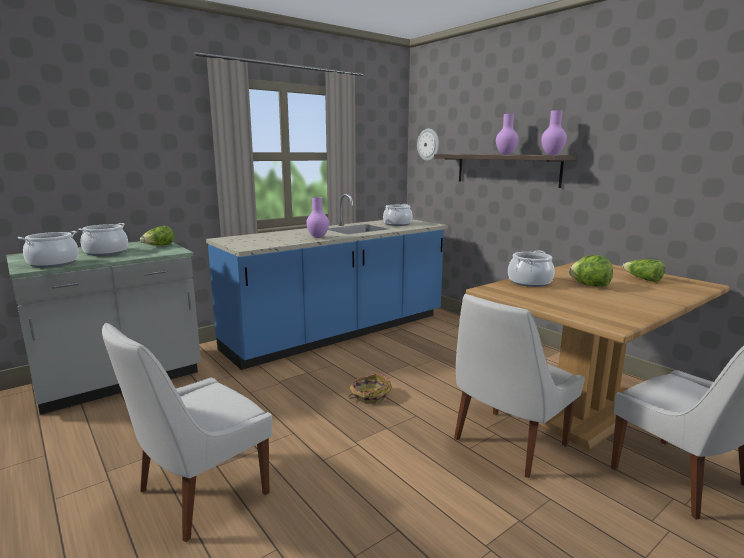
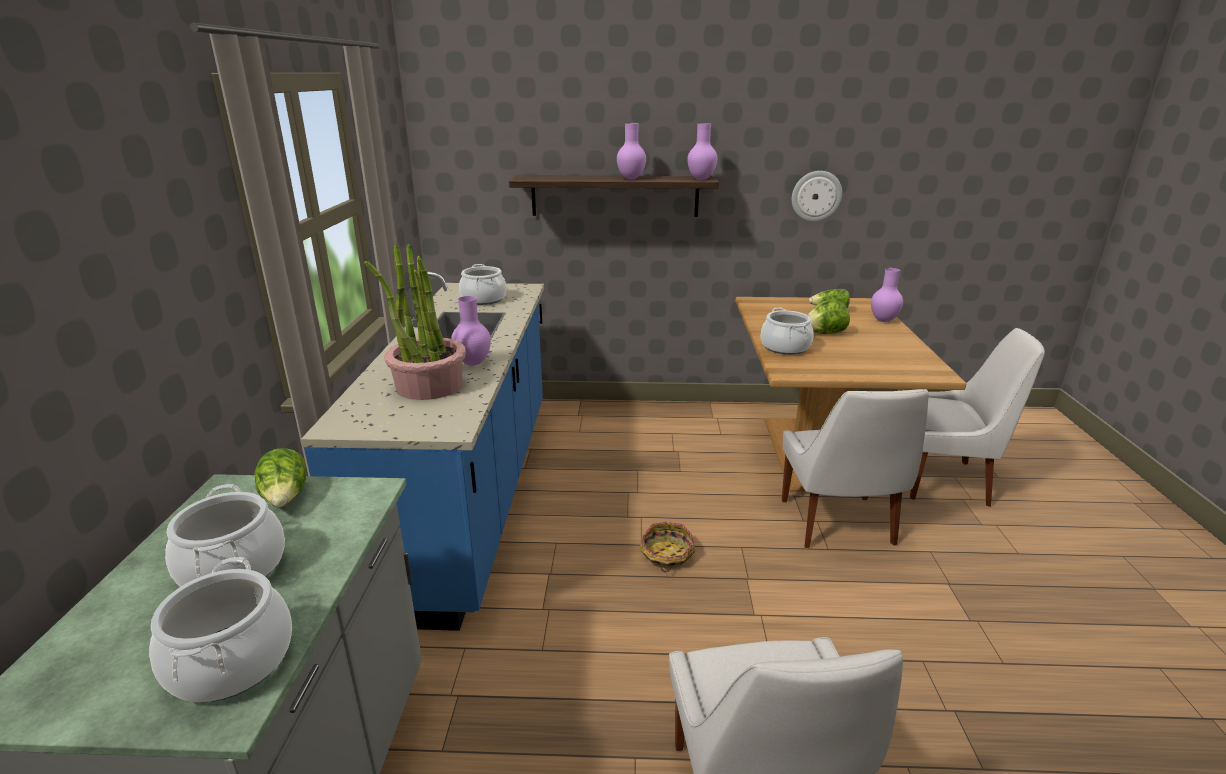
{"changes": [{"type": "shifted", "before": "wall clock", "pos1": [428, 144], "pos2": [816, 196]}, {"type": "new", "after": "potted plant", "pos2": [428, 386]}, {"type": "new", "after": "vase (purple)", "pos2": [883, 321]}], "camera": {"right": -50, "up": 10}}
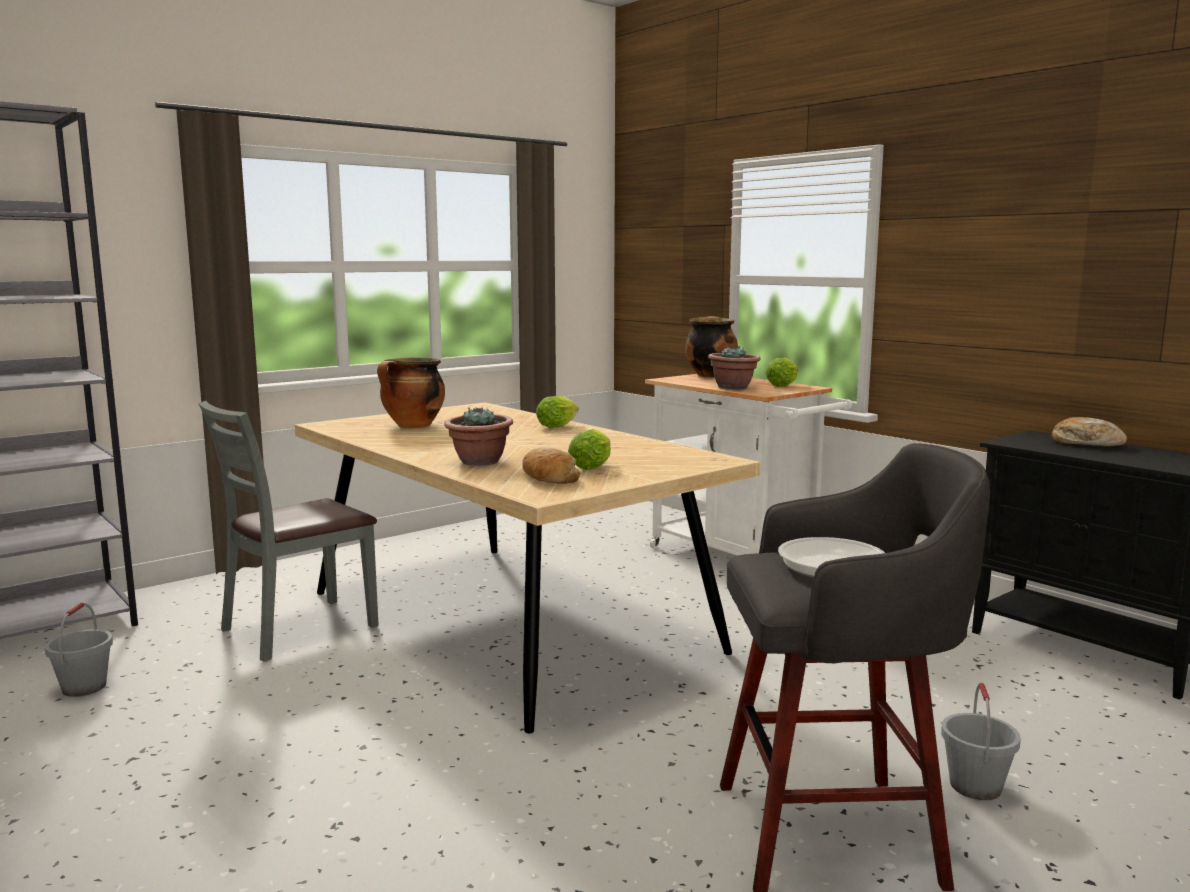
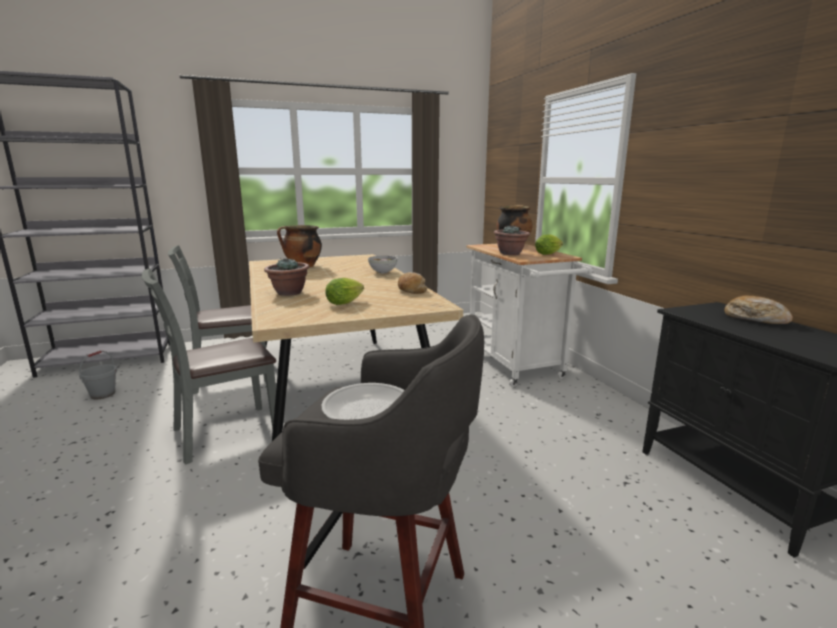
{"changes": [{"type": "swapped", "before": "lettuce", "after": "bowl", "pos1": [559, 426], "pos2": [382, 272]}, {"type": "shifted", "before": "bread", "pos1": [548, 478], "pos2": [411, 290]}, {"type": "gone", "before": "bucket (grey)", "pos1": [976, 786]}, {"type": "new", "after": "chair (grey)", "pos2": [224, 433]}], "camera": {"right": 20, "up": 5}}
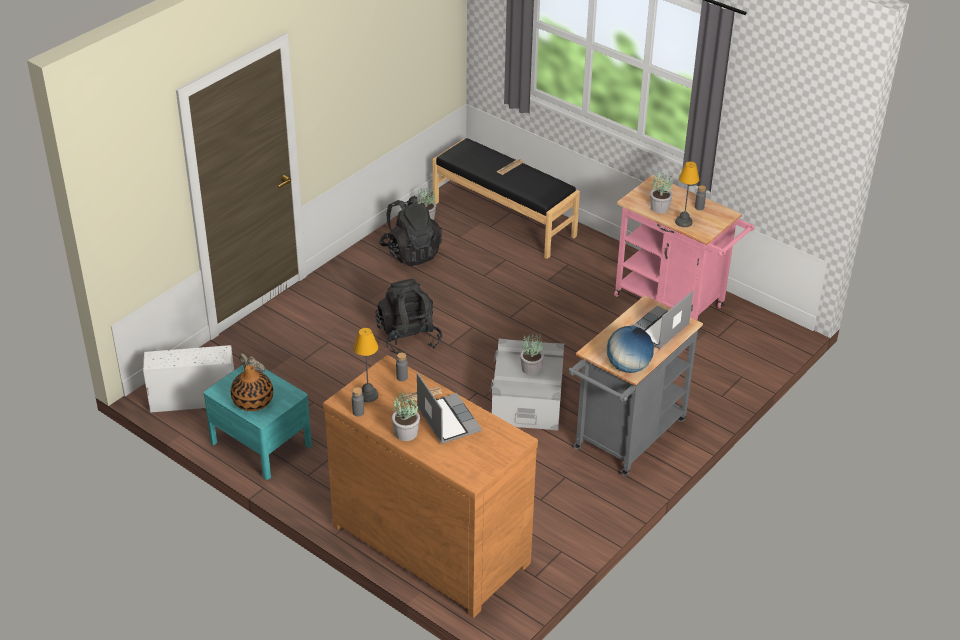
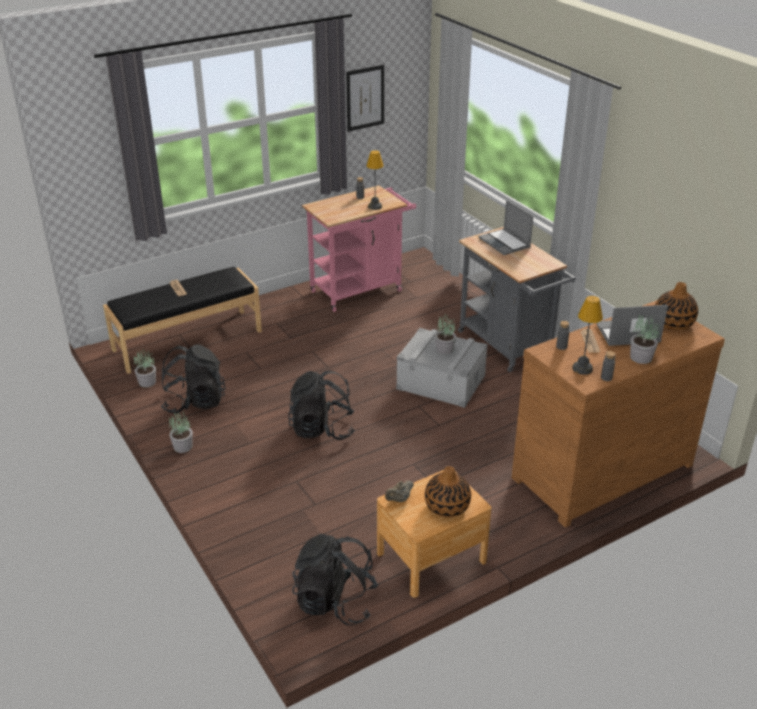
{"changes": [{"type": "shifted", "before": "potted plant", "pos1": [660, 207], "pos2": [182, 446]}, {"type": "gone", "before": "globe", "pos1": [628, 367]}, {"type": "swapped", "before": "storage box (white)", "after": "backpack (black)", "pos1": [192, 400], "pos2": [335, 602]}, {"type": "repainted", "before": "nightstand (turquoise)", "after": "nightstand (brown)", "pos1": [261, 444], "pos2": [431, 557]}, {"type": "new", "after": "picture", "pos2": [365, 98]}, {"type": "new", "after": "vase", "pos2": [673, 323]}], "camera": {"right": -70, "up": -5}}
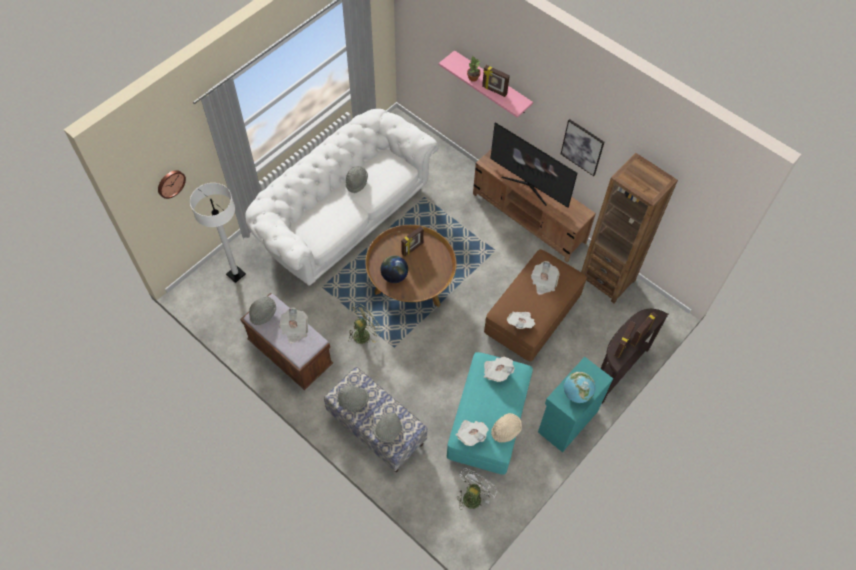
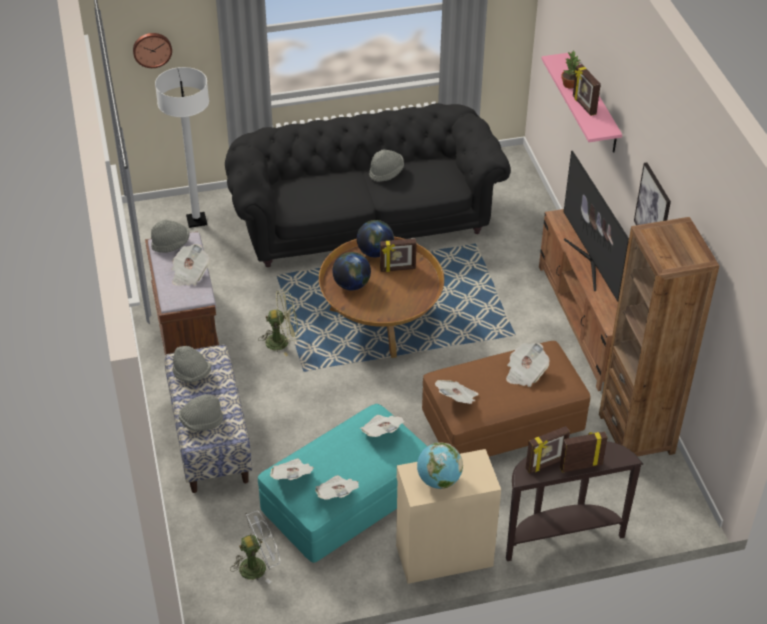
{"changes": [{"type": "repainted", "before": "sofa (white)", "after": "sofa (black)", "pos1": [343, 216], "pos2": [363, 220]}, {"type": "repainted", "before": "cabinet (turquoise)", "after": "cabinet (beige)", "pos1": [566, 421], "pos2": [443, 554]}, {"type": "swapped", "before": "hat (beige)", "after": "newspaper", "pos1": [505, 430], "pos2": [336, 494]}, {"type": "new", "after": "globe", "pos2": [375, 252]}], "camera": {"right": 35, "up": -15}}
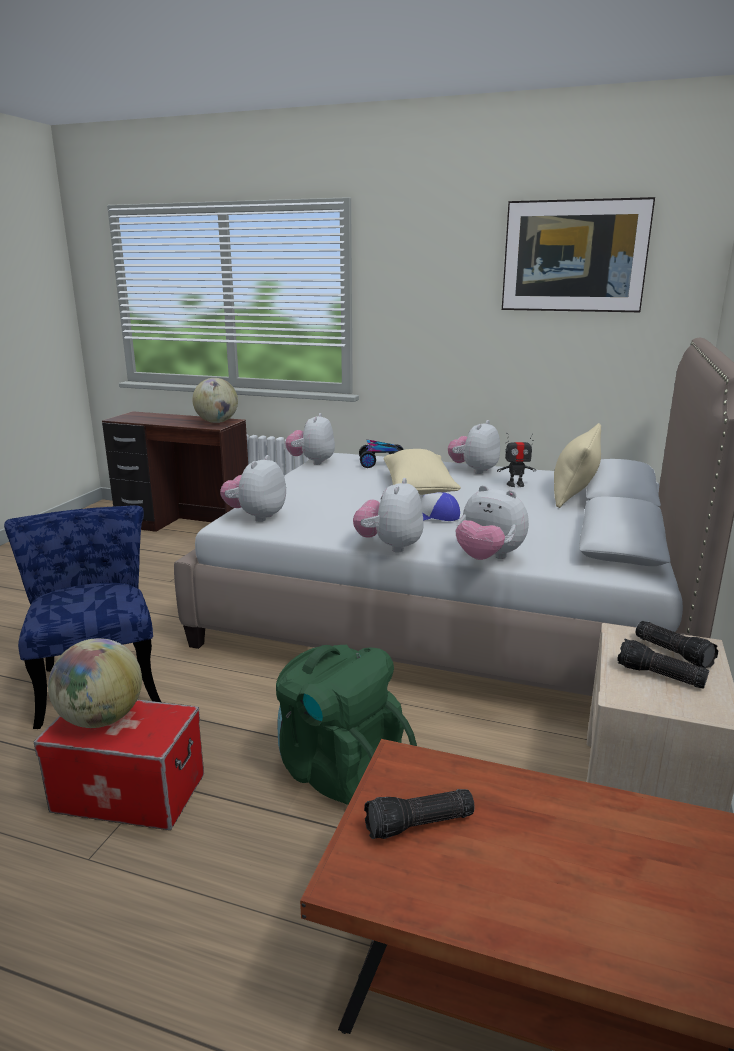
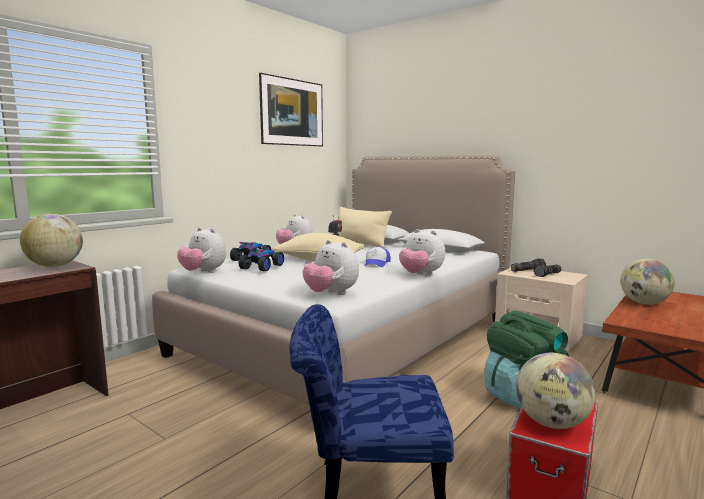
{"changes": [{"type": "gone", "before": "plush toy", "pos1": [488, 558]}, {"type": "gone", "before": "flashlight", "pos1": [419, 825]}, {"type": "new", "after": "toy car", "pos2": [262, 267]}, {"type": "new", "after": "globe", "pos2": [644, 303]}], "camera": {"right": -70, "up": -10}}
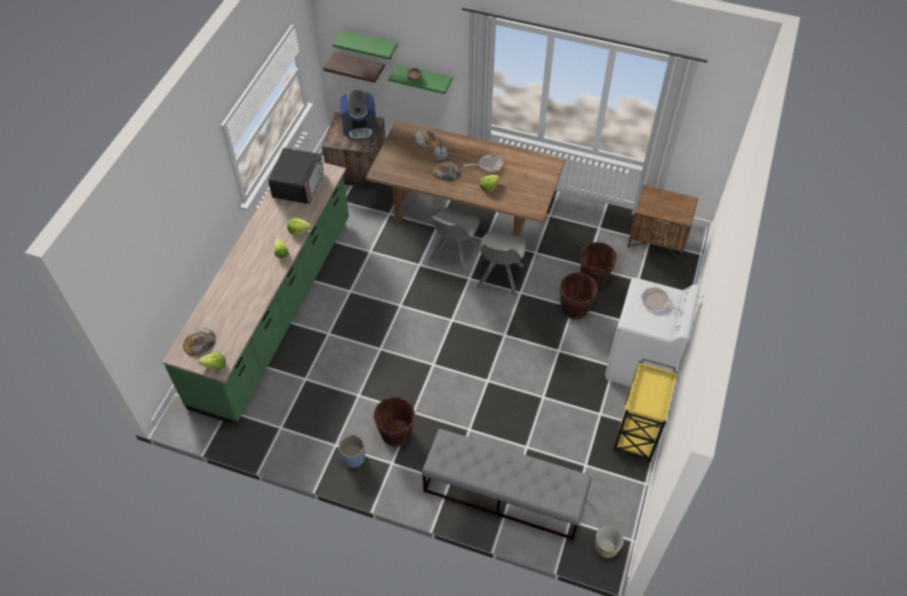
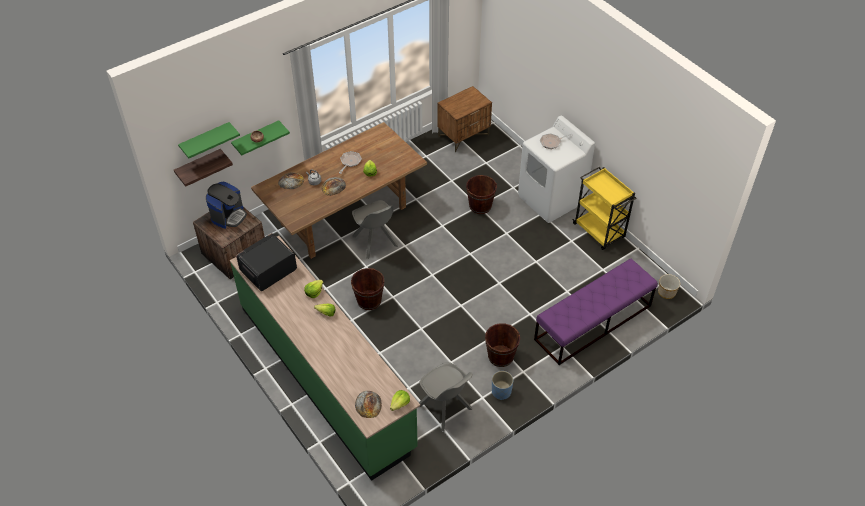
{"changes": [{"type": "rotated", "before": "microwave", "pos1": [298, 185], "pos2": [268, 271], "turn": -90}, {"type": "shifted", "before": "chair (grey)", "pos1": [500, 277], "pos2": [445, 408]}, {"type": "shifted", "before": "bucket (brown)", "pos1": [594, 277], "pos2": [369, 300]}, {"type": "repainted", "before": "bench (grey)", "after": "bench (purple)", "pos1": [503, 494], "pos2": [593, 323]}], "camera": {"right": -55, "up": -5}}
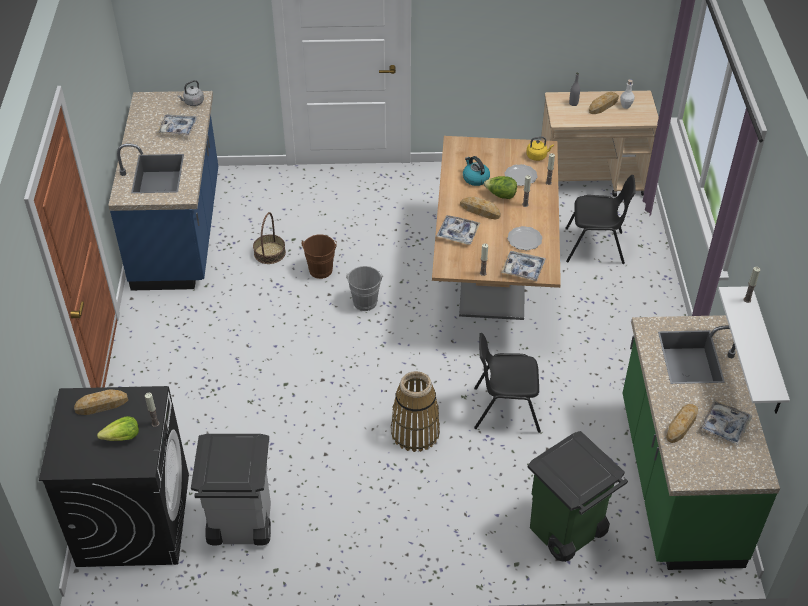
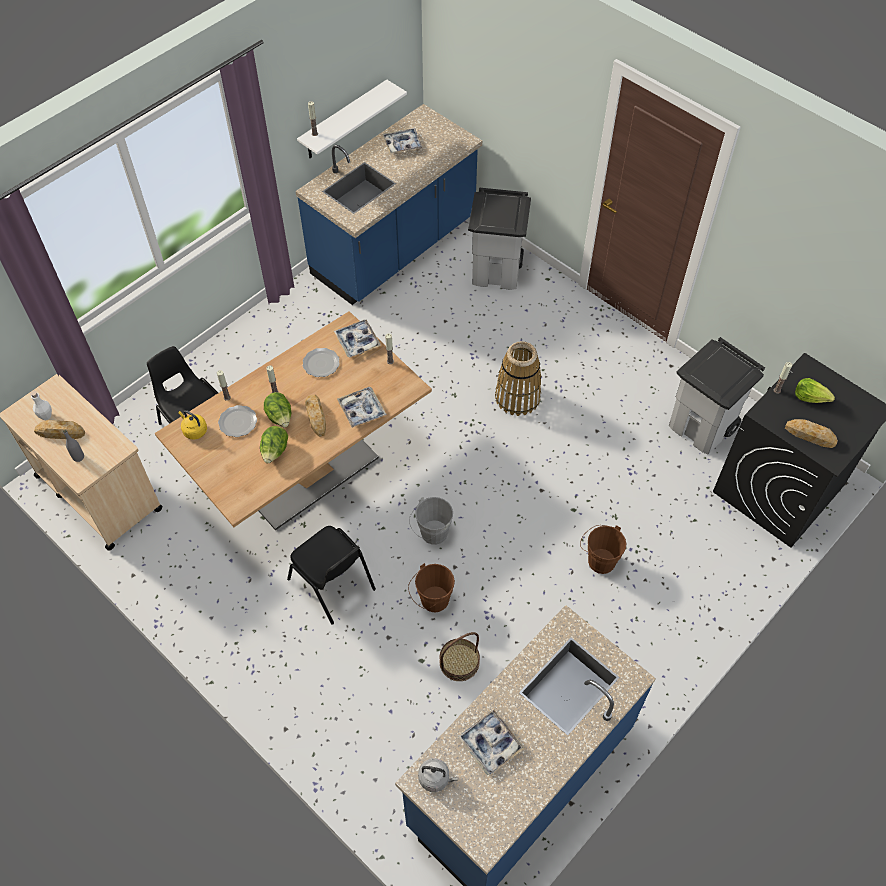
{"changes": [{"type": "swapped", "before": "kettle", "after": "lettuce", "pos1": [475, 178], "pos2": [275, 451]}, {"type": "repainted", "before": "counter (green)", "after": "counter (blue)", "pos1": [677, 480], "pos2": [395, 248]}, {"type": "shifted", "before": "chair (black)", "pos1": [505, 408], "pos2": [332, 585]}, {"type": "gone", "before": "bread", "pos1": [682, 425]}, {"type": "repainted", "before": "trash can (green)", "after": "trash can (grey)", "pos1": [566, 532], "pos2": [497, 272]}, {"type": "new", "after": "bucket (brown)", "pos2": [599, 559]}], "camera": {"right": -135, "up": 10}}
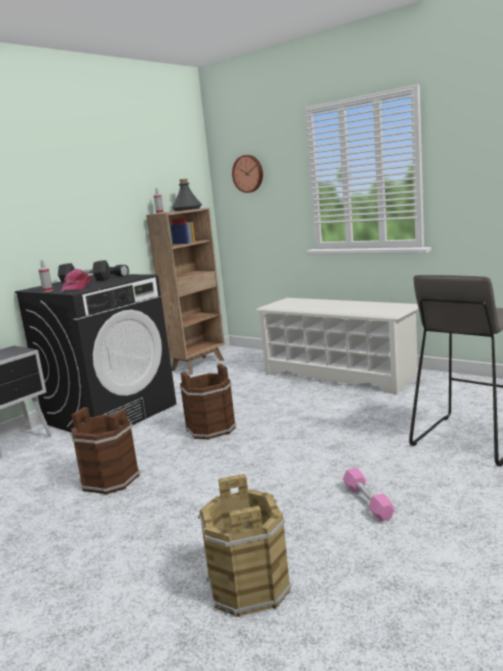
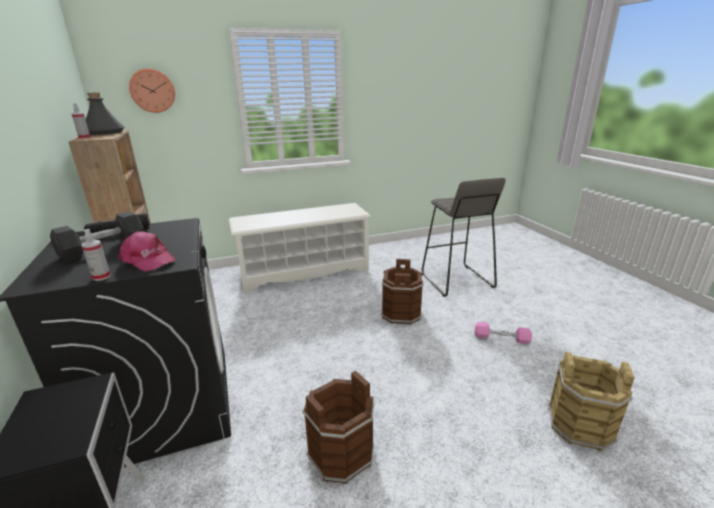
{"changes": [{"type": "shifted", "before": "bucket (brown)", "pos1": [211, 429], "pos2": [401, 313]}], "camera": {"right": -60, "up": 10}}
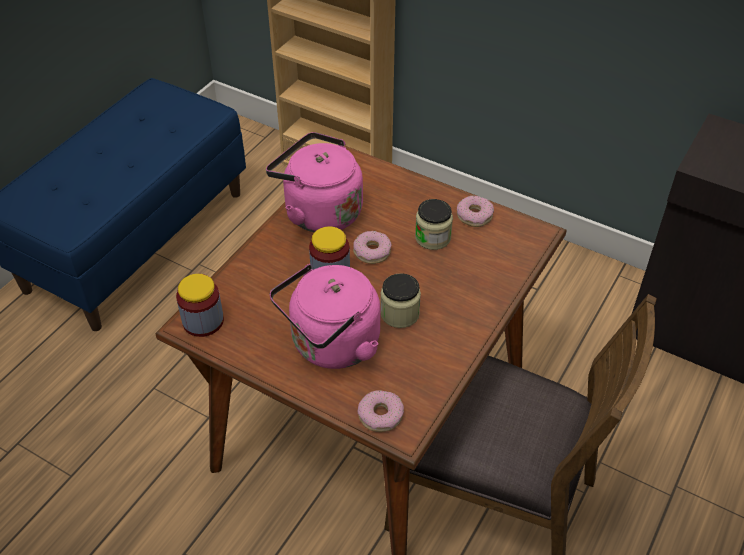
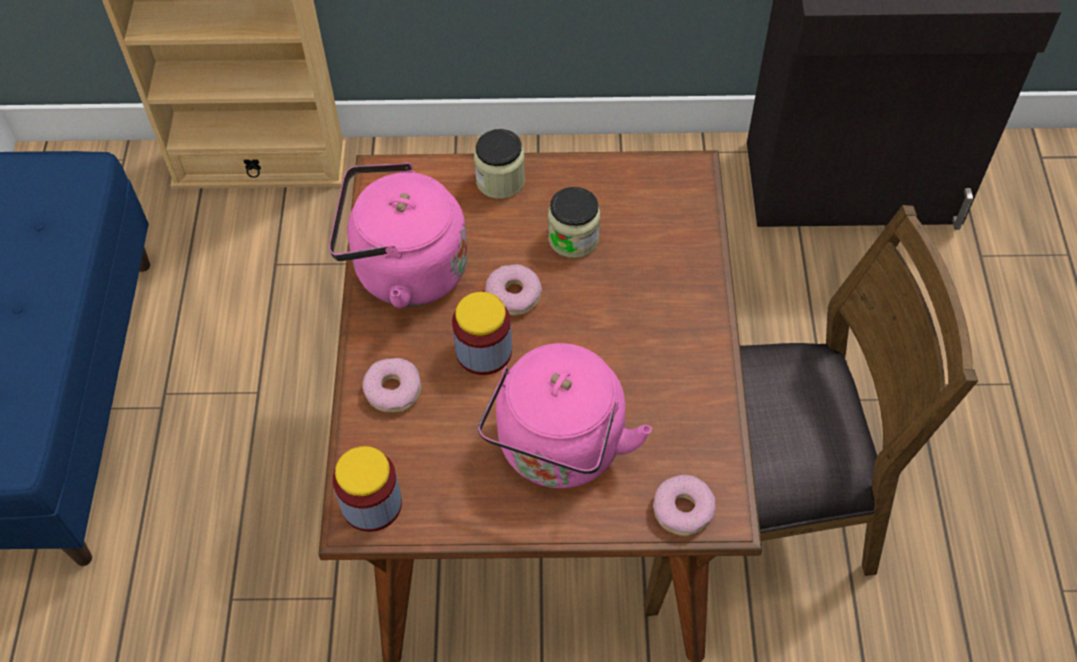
{"changes": [{"type": "shifted", "before": "donut", "pos1": [474, 216], "pos2": [393, 390]}, {"type": "shifted", "before": "jar", "pos1": [399, 314], "pos2": [500, 180]}], "camera": {"right": -30, "up": 10}}
